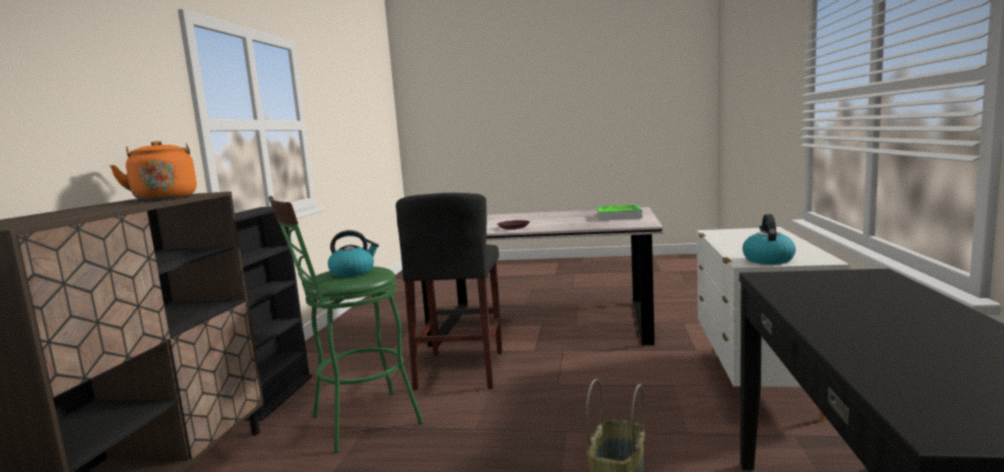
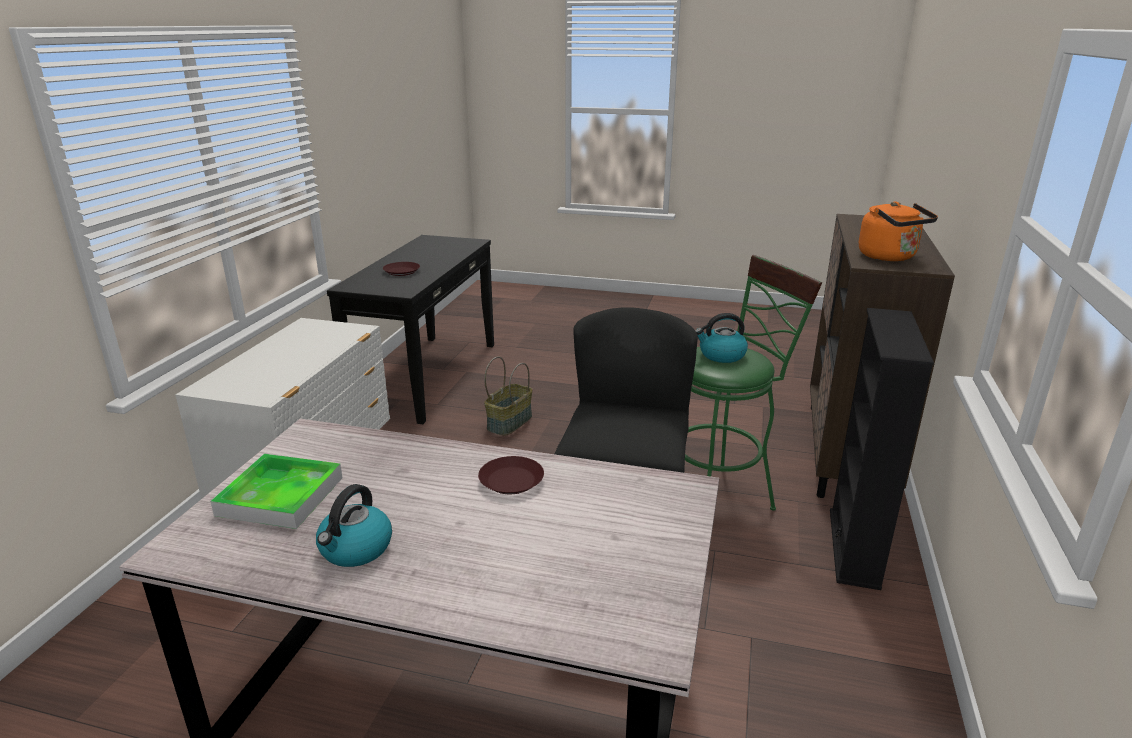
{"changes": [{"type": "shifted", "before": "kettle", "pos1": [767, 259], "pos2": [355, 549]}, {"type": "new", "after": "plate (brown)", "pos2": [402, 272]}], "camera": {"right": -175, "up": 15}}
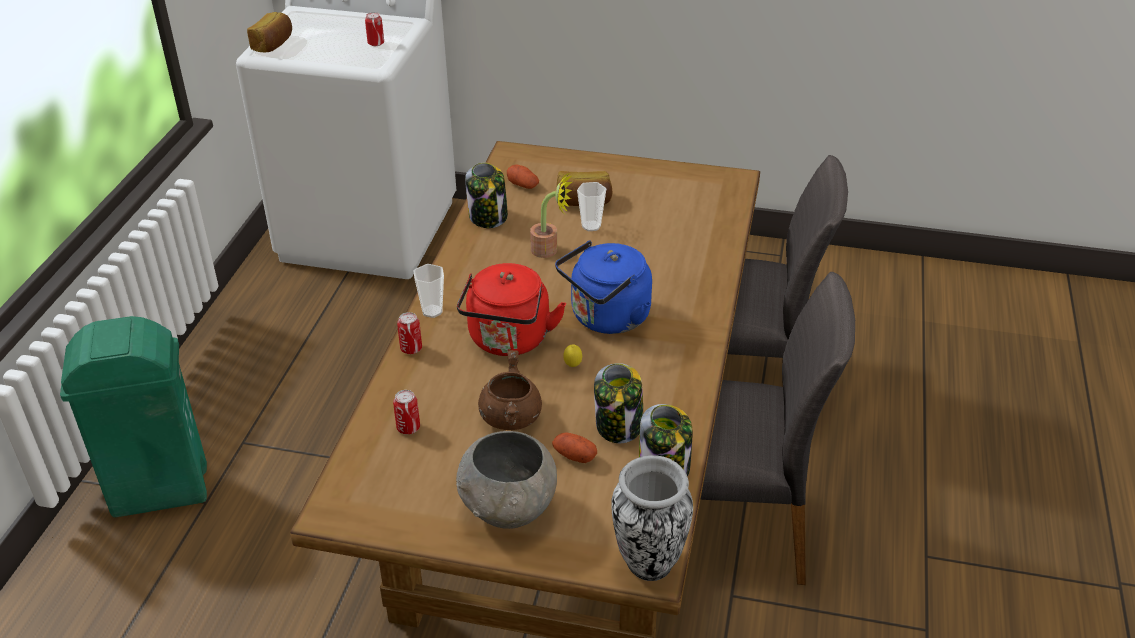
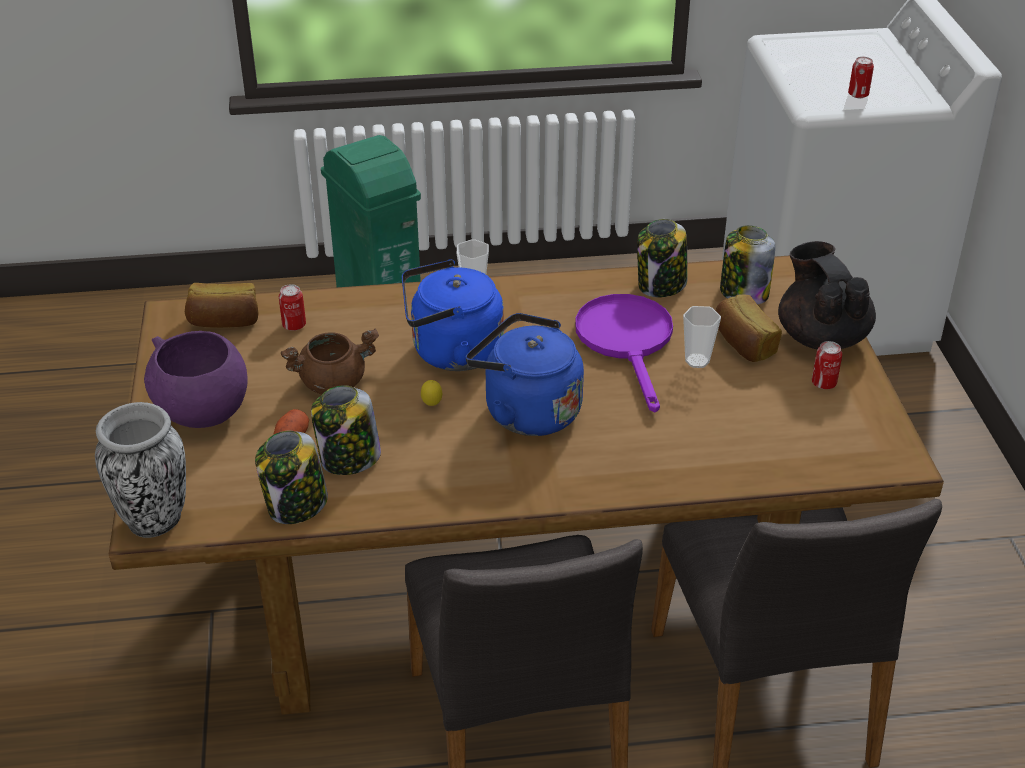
{"changes": [{"type": "shifted", "before": "bread", "pos1": [273, 44], "pos2": [225, 321]}, {"type": "swapped", "before": "potato", "after": "jar", "pos1": [523, 185], "pos2": [743, 293]}, {"type": "swapped", "before": "potted plant", "after": "frying pan (purple)", "pos1": [550, 250], "pos2": [627, 342]}, {"type": "repainted", "before": "kettle (red)", "after": "kettle (blue)", "pos1": [508, 341], "pos2": [451, 352]}, {"type": "shifted", "before": "can", "pos1": [411, 348], "pos2": [823, 383]}, {"type": "repainted", "before": "bowl (grey)", "after": "bowl (purple)", "pos1": [509, 510], "pos2": [203, 413]}, {"type": "new", "after": "teapot (black)", "pos2": [821, 336]}], "camera": {"right": 70, "up": 0}}
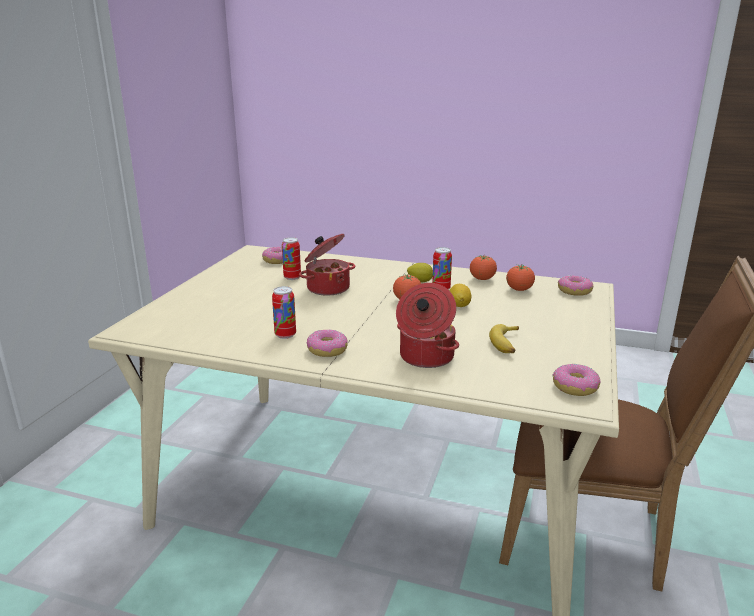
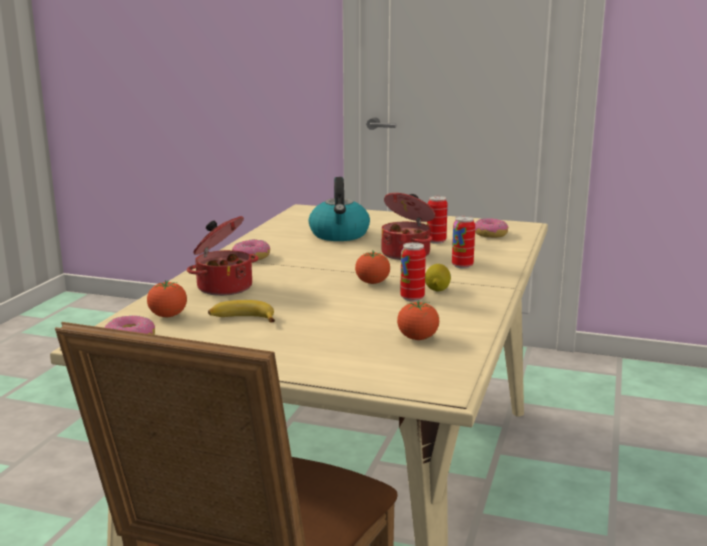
{"changes": [{"type": "shifted", "before": "tomato", "pos1": [482, 279], "pos2": [168, 316]}, {"type": "gone", "before": "donut", "pos1": [574, 291]}, {"type": "gone", "before": "lemon", "pos1": [459, 305]}, {"type": "shifted", "before": "can", "pos1": [285, 335], "pos2": [462, 266]}, {"type": "new", "after": "kettle", "pos2": [339, 235]}], "camera": {"right": 90, "up": -5}}
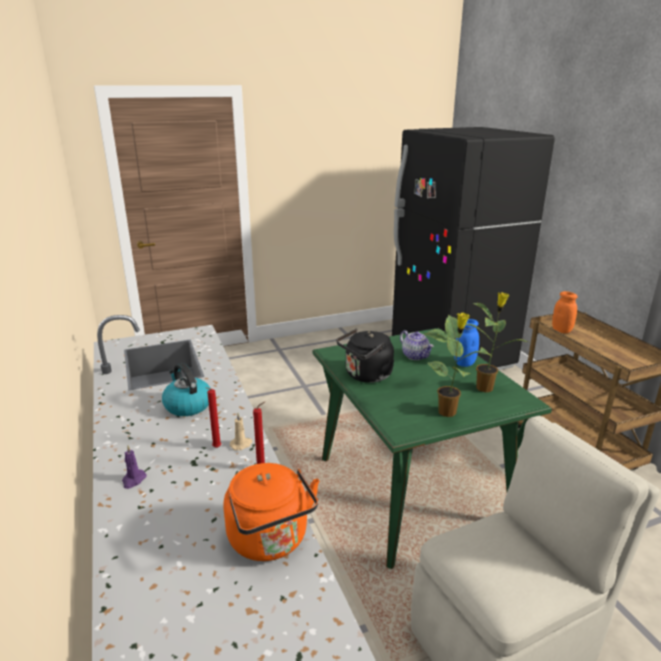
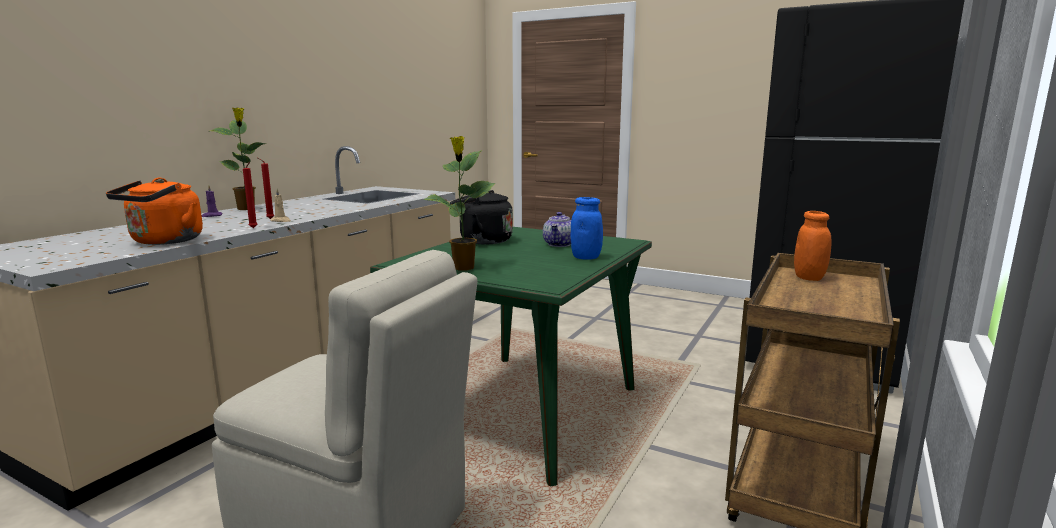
{"changes": [{"type": "shifted", "before": "potted plant", "pos1": [485, 388], "pos2": [247, 209]}, {"type": "gone", "before": "kettle", "pos1": [187, 405]}], "camera": {"right": 50, "up": -10}}
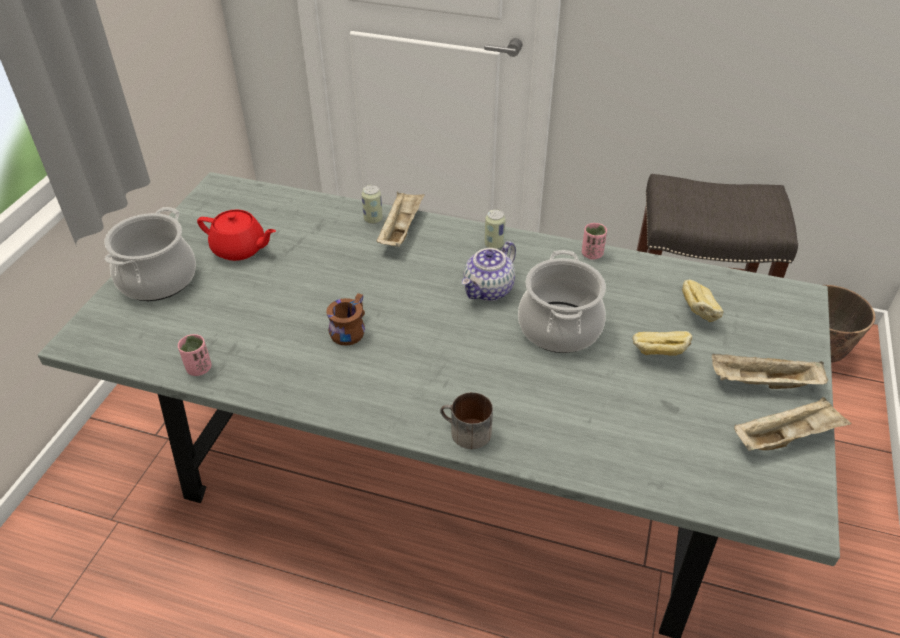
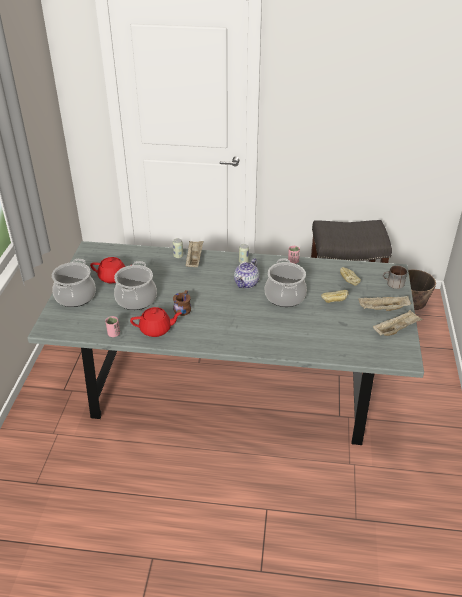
{"changes": [{"type": "shifted", "before": "mug", "pos1": [465, 433], "pos2": [393, 284]}, {"type": "new", "after": "cooking pot", "pos2": [136, 299]}, {"type": "new", "after": "teapot (red)", "pos2": [156, 329]}], "camera": {"right": -10, "up": -5}}
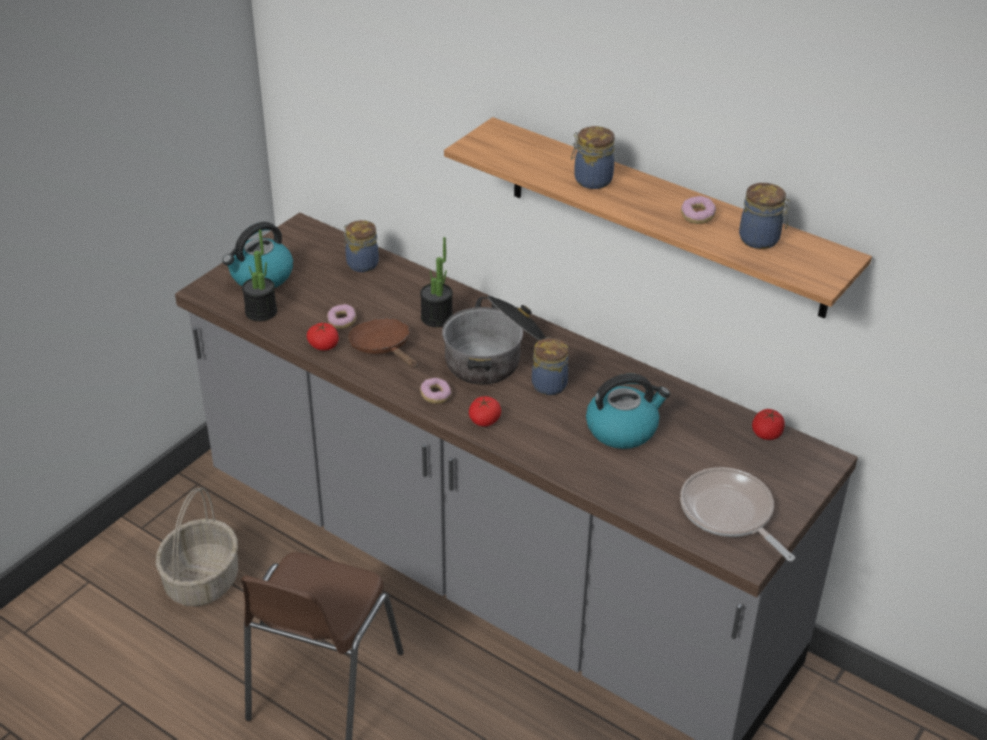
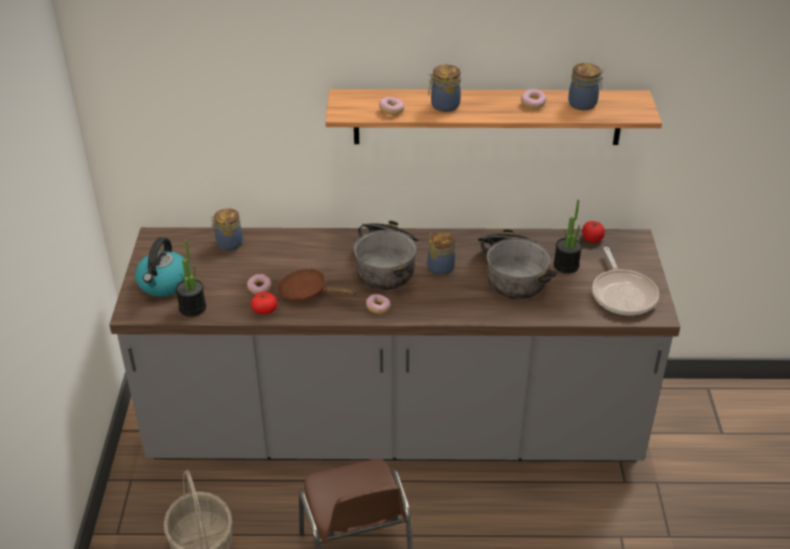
{"changes": [{"type": "shifted", "before": "potted plant", "pos1": [436, 318], "pos2": [566, 265]}, {"type": "swapped", "before": "kettle", "after": "cooking pot", "pos1": [623, 429], "pos2": [512, 274]}, {"type": "gone", "before": "tomato", "pos1": [484, 420]}, {"type": "rotated", "before": "frying pan", "pos1": [729, 513], "pos2": [623, 294], "turn": -120}, {"type": "new", "after": "donut", "pos2": [391, 111]}], "camera": {"right": -35, "up": 0}}
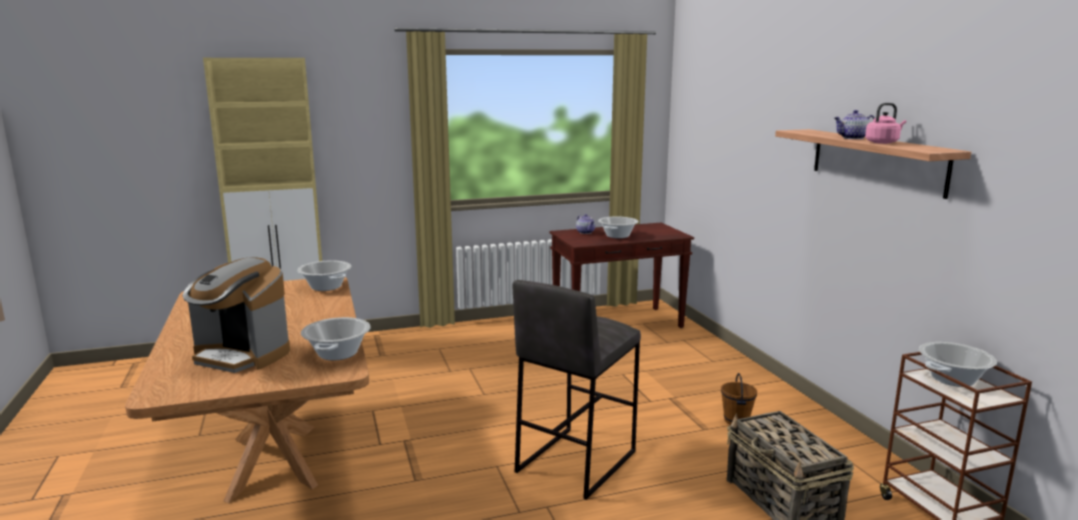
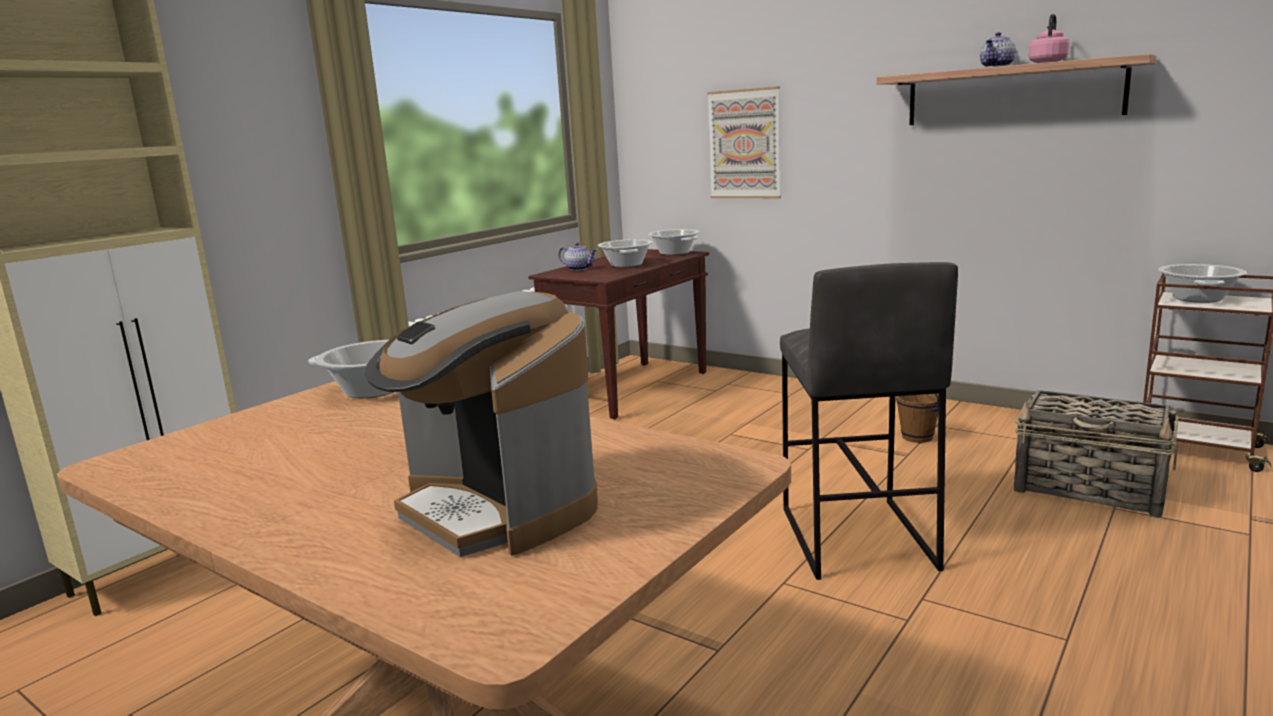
{"changes": [{"type": "rotated", "before": "coffee machine", "pos1": [241, 355], "pos2": [497, 510], "turn": 60}, {"type": "shifted", "before": "cooking pot", "pos1": [337, 353], "pos2": [674, 253]}, {"type": "new", "after": "picture", "pos2": [744, 144]}], "camera": {"right": -35, "up": 0}}
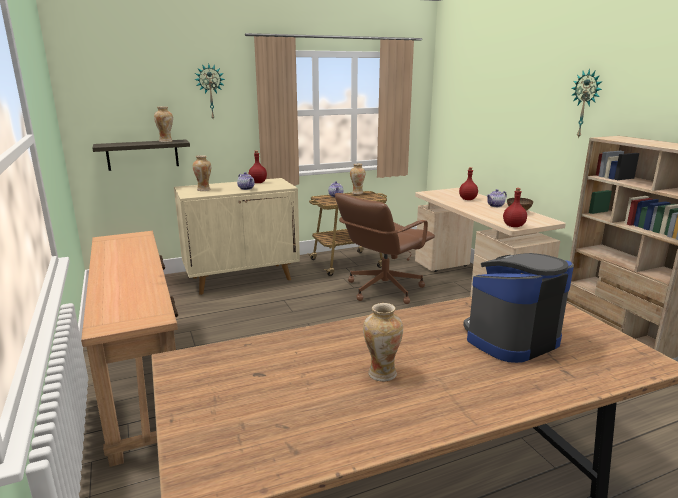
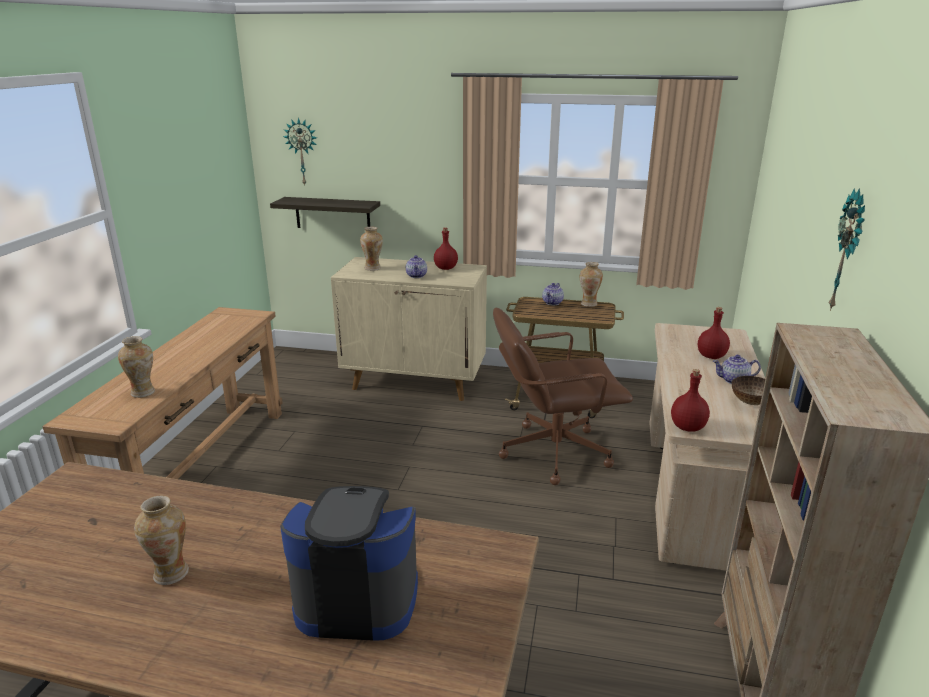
{"changes": [{"type": "shifted", "before": "wall clock", "pos1": [210, 92], "pos2": [302, 152]}, {"type": "shifted", "before": "vase", "pos1": [166, 141], "pos2": [143, 392]}], "camera": {"right": 35, "up": 5}}
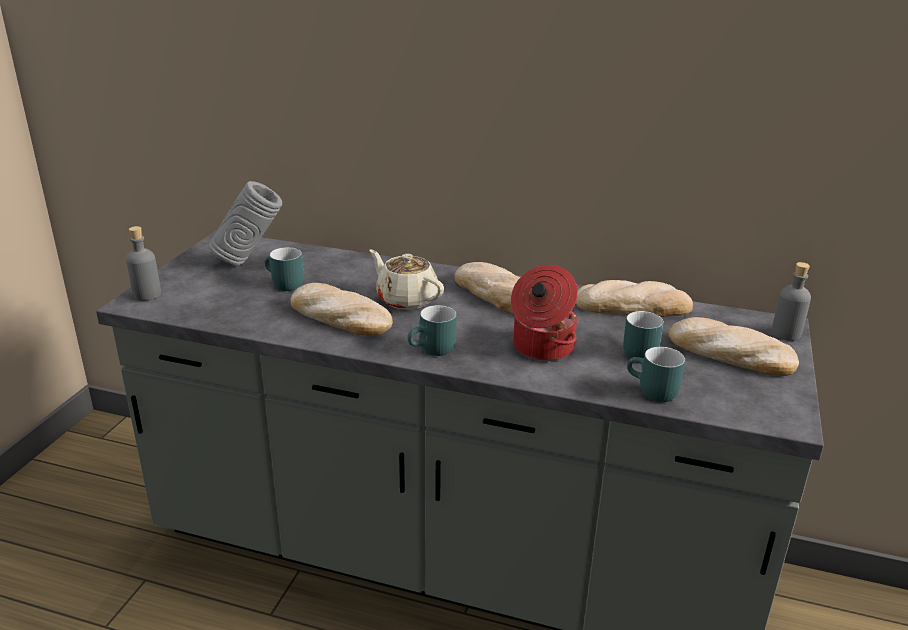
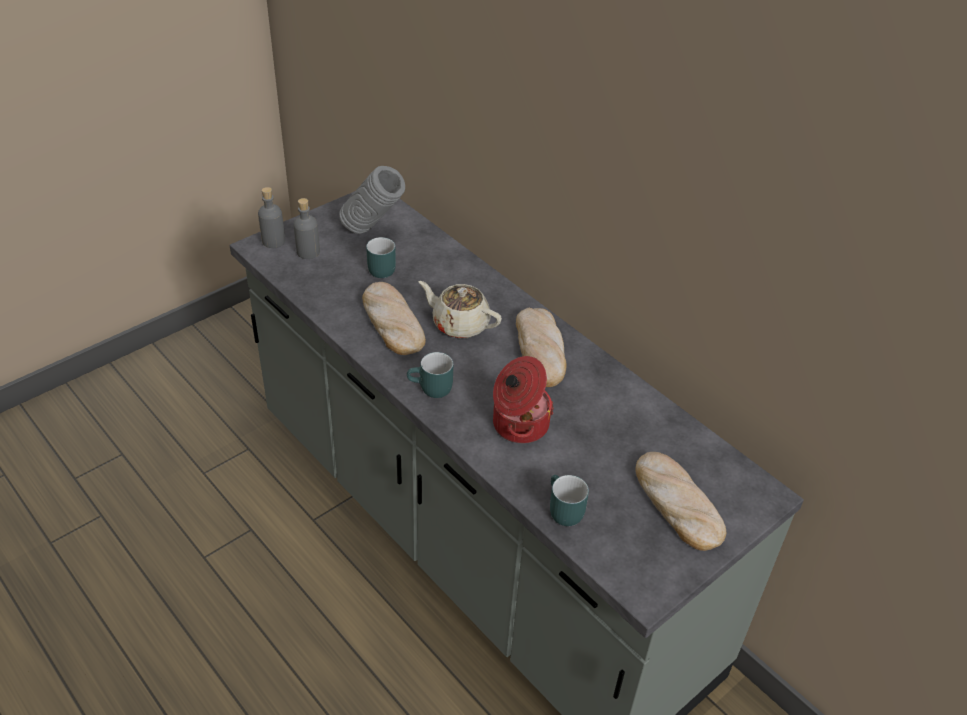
{"changes": [{"type": "rotated", "before": "teapot (beige)", "pos1": [406, 299], "pos2": [459, 324], "turn": -45}, {"type": "shifted", "before": "bottle (grey)", "pos1": [786, 333], "pos2": [308, 252]}, {"type": "gone", "before": "bread", "pos1": [633, 306]}, {"type": "gone", "before": "mug (turquoise)", "pos1": [635, 351]}], "camera": {"right": 30, "up": 15}}
